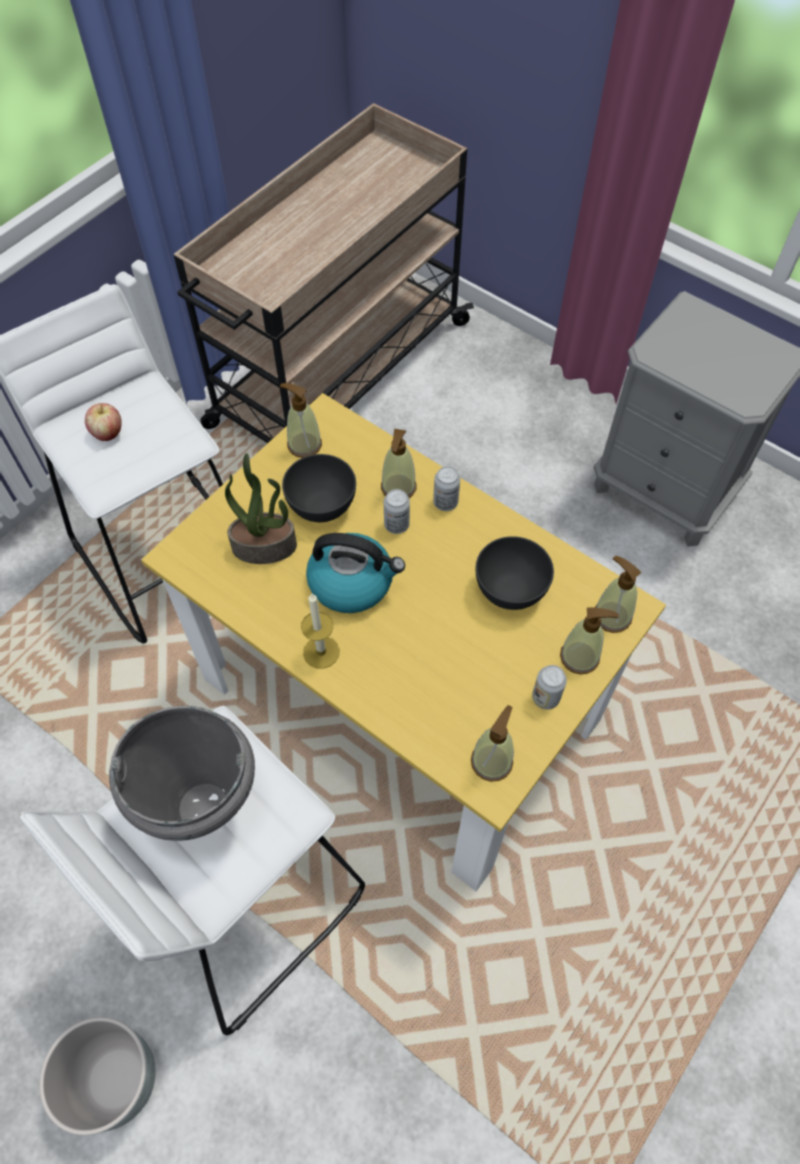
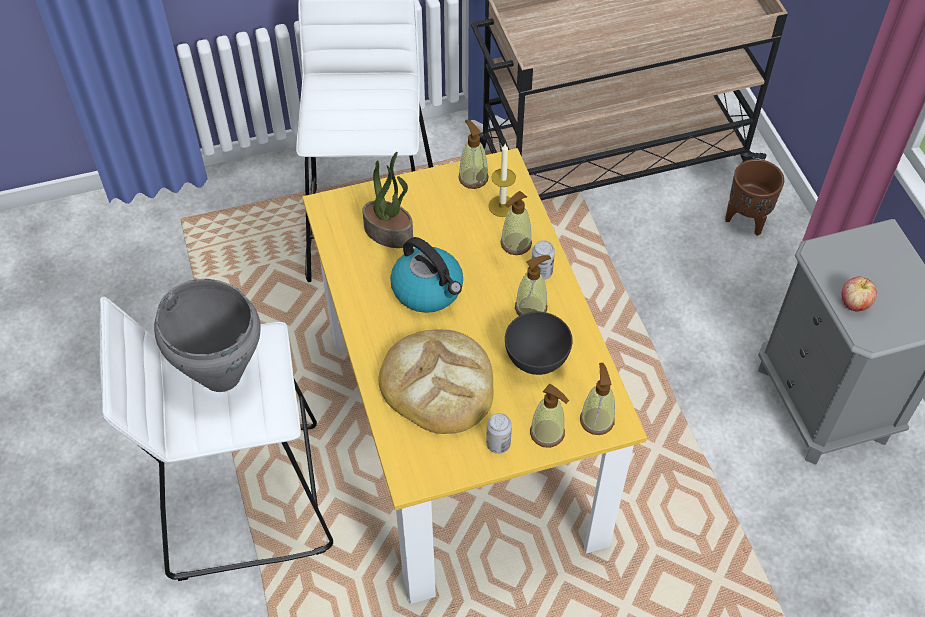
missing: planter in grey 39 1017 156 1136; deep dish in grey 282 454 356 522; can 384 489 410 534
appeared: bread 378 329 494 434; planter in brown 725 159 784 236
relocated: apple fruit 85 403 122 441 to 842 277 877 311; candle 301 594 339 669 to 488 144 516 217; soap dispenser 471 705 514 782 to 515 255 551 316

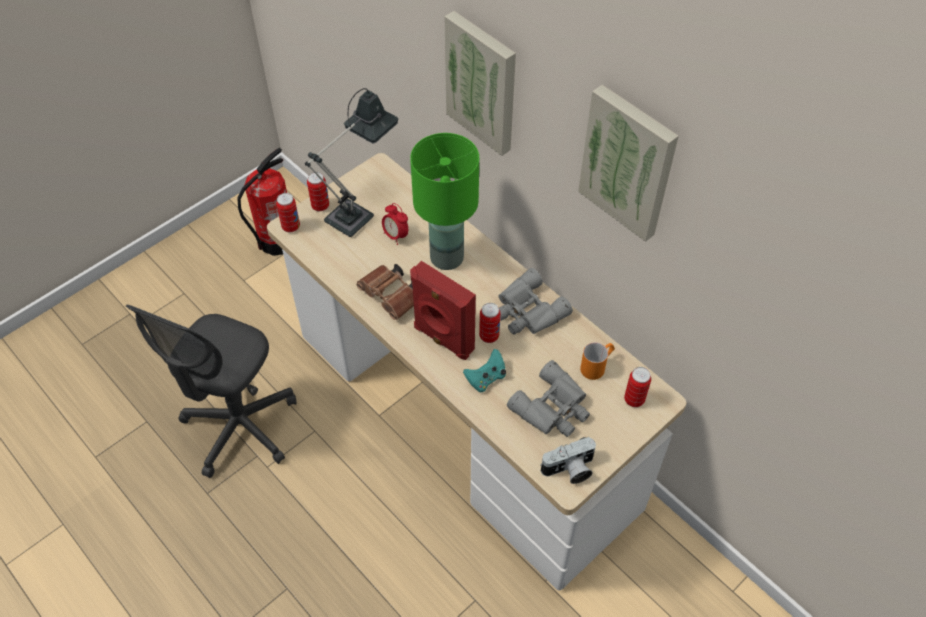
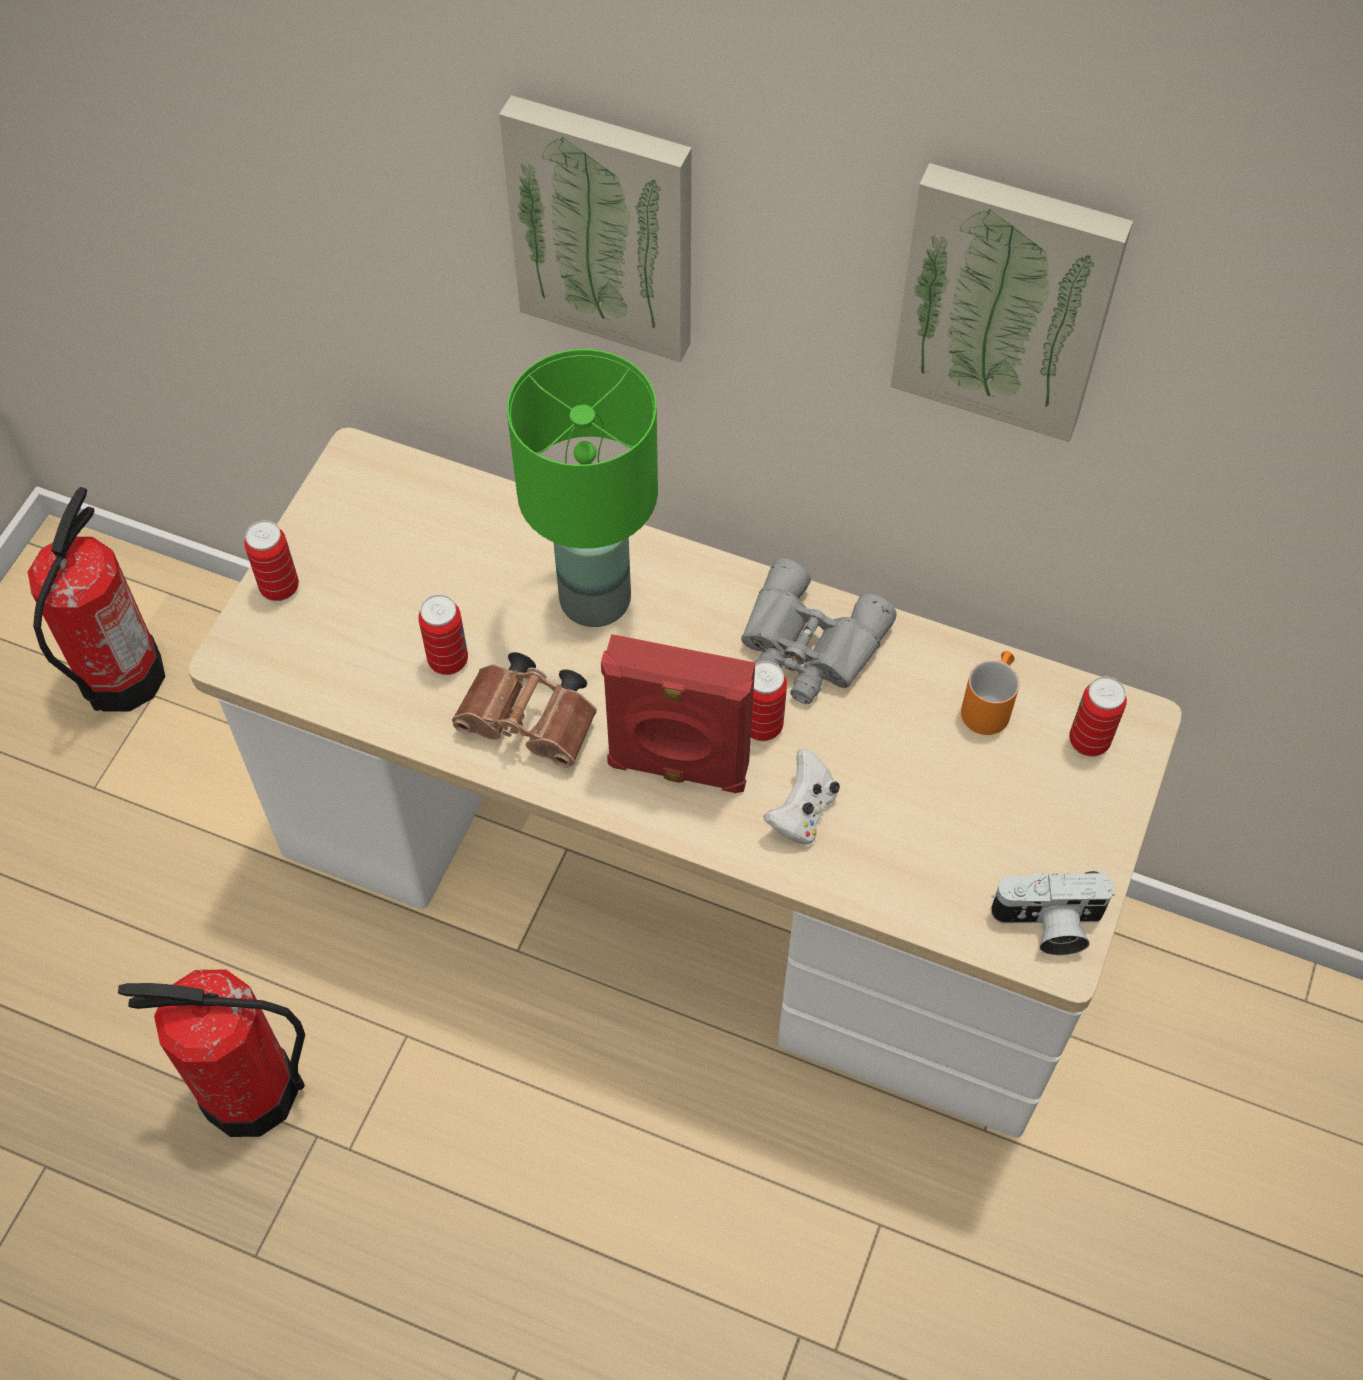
missing: tabletop lamp 305 88 398 237; table clock 382 203 408 245; field glasses in grey 507 360 590 437
relocated: can 276 193 300 232 to 418 595 468 675
exchanged: desk chair in grey 126 305 297 478 to fire extinguisher 118 970 305 1137
colour: gamepad in turquoise-coloured 463 349 506 392 to gamepad in whitish 764 749 840 846
spun: photo camera 541 437 596 484 = 990 871 1115 955 45 degrees clockwise

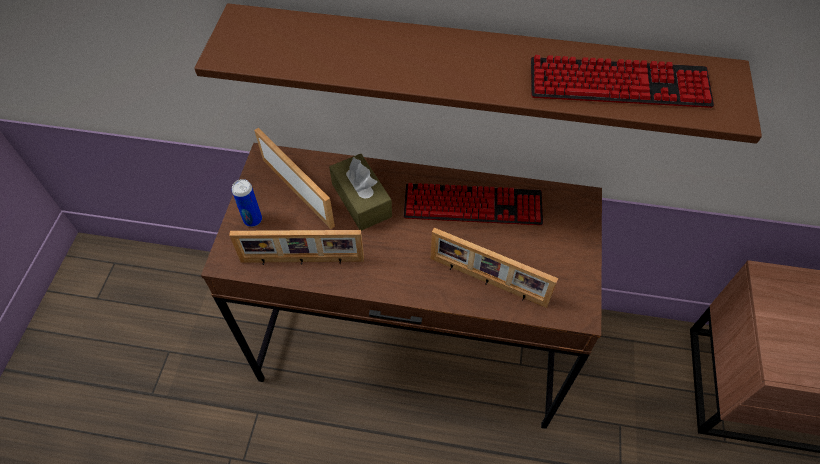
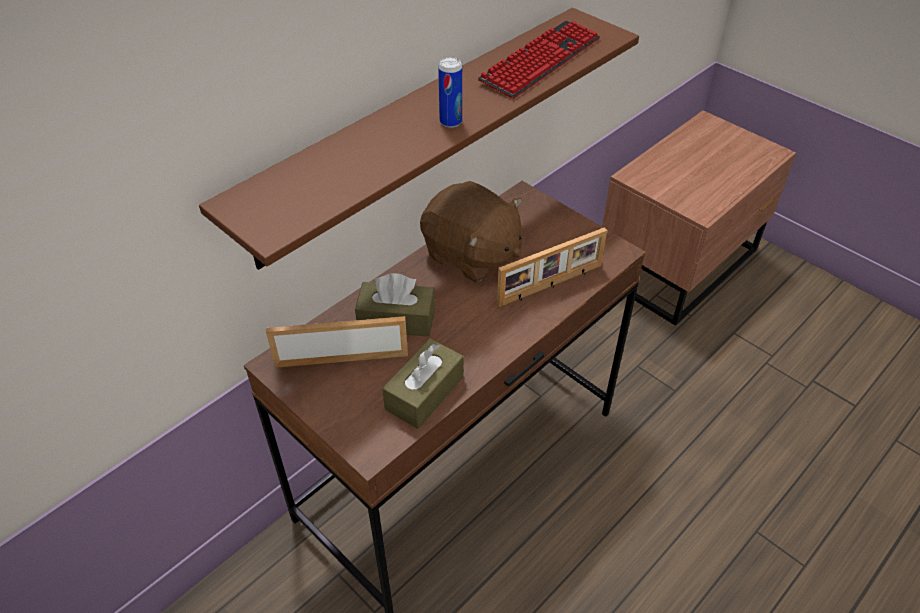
relocated: can 232 179 262 227 to 438 57 462 128
exchanged: picture frame 229 230 364 265 to tissue box in brown 382 338 463 429; keyboard 404 183 543 225 to soft toy in brown 420 181 522 283

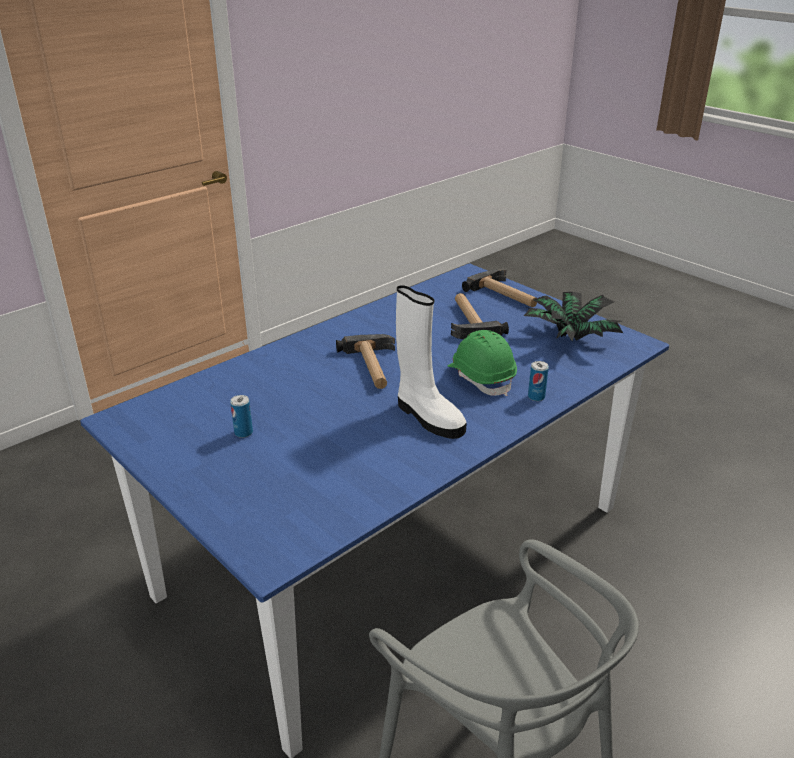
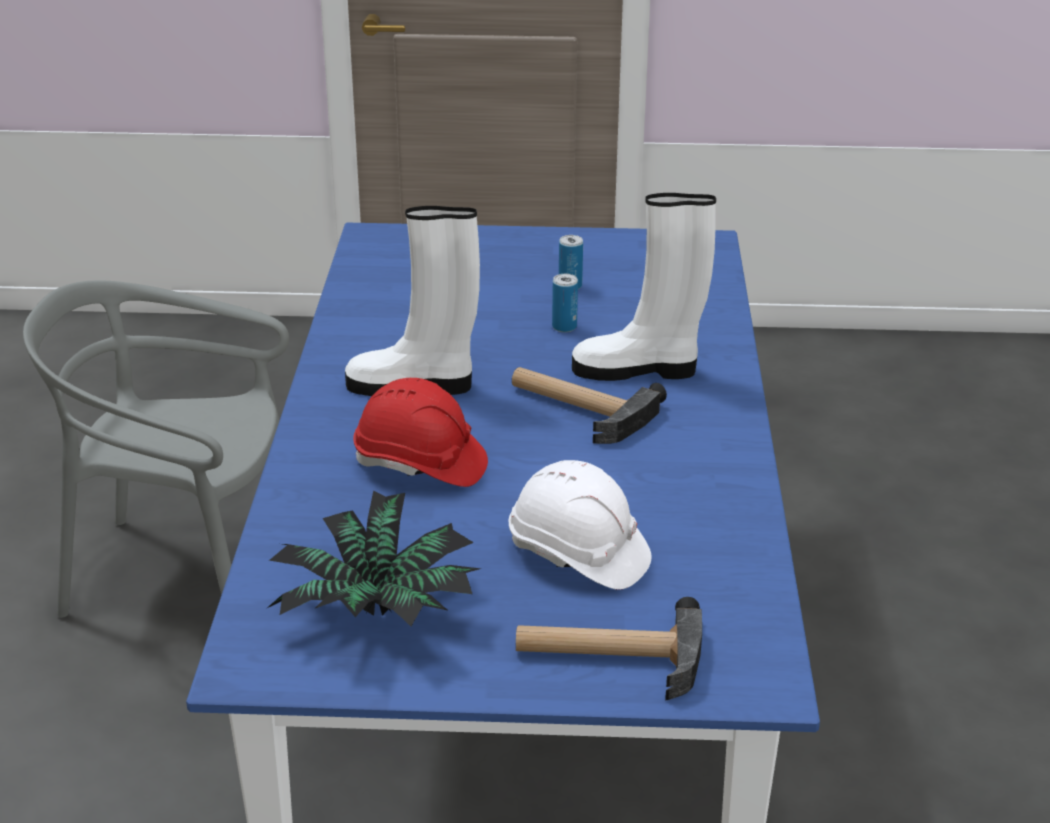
appeared: high-top boot in whitish 572 193 716 381
relocated: can 528 361 549 401 to 552 274 578 332
exchanged: hand hammer 451 293 509 339 to work helmet in whitish 508 460 651 590
colour: work helmet in green 448 330 517 396 to work helmet in red-coloured 353 378 488 487

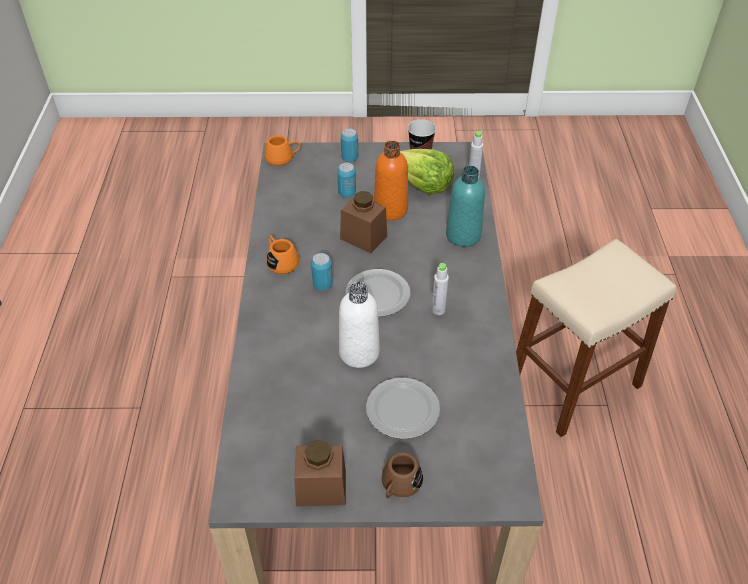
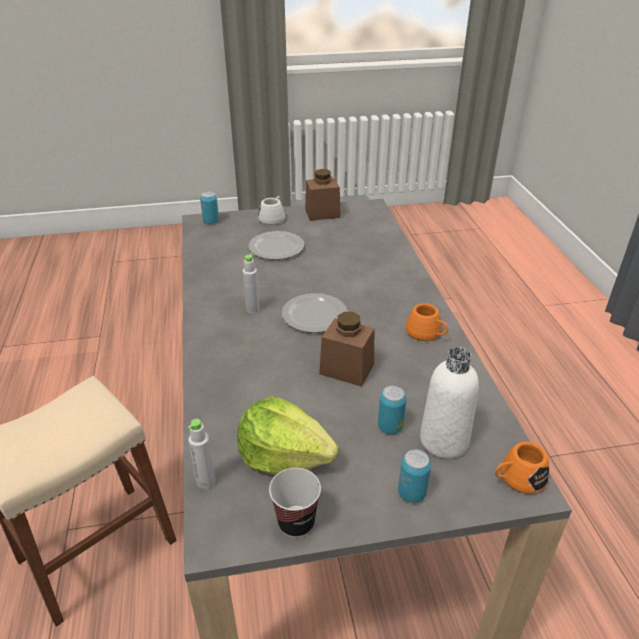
missing: drink bottle in orangey 374 141 408 220; drink bottle in turquoise-coloured 446 166 485 247
relocated: can 311 253 333 290 to 200 191 219 224; drink bottle in whitish 339 282 380 368 to 420 347 479 459
colour: coffee mug in brown 382 452 423 498 to coffee mug in whitish 258 196 285 225

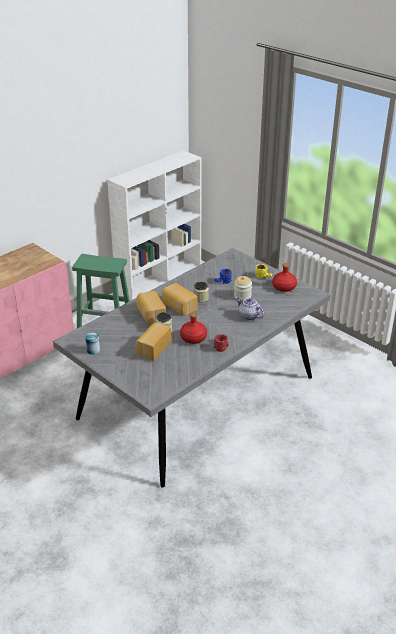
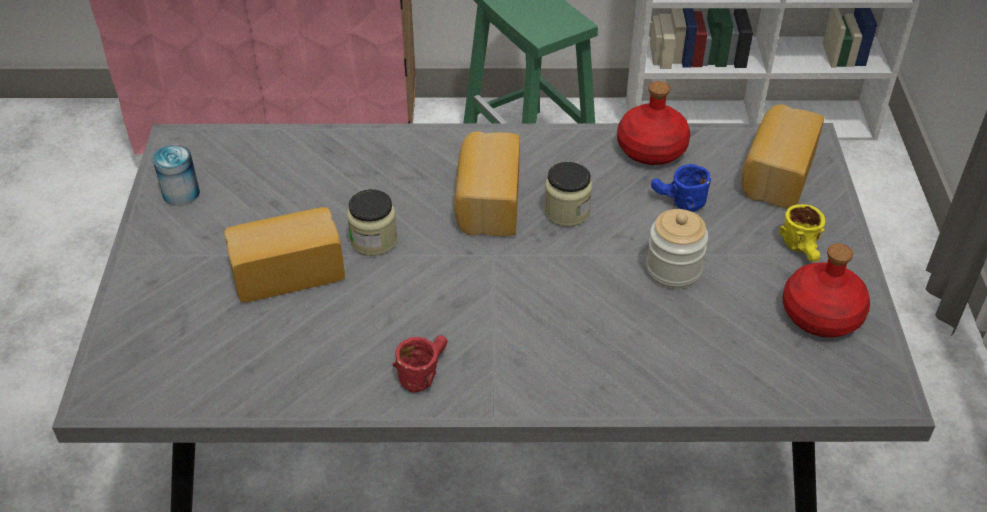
missing: pot for tea 236 297 264 320
relocated: bread 136 291 166 325 to 742 104 825 209; drink bottle in red-coloured 180 312 207 344 to 617 81 690 165

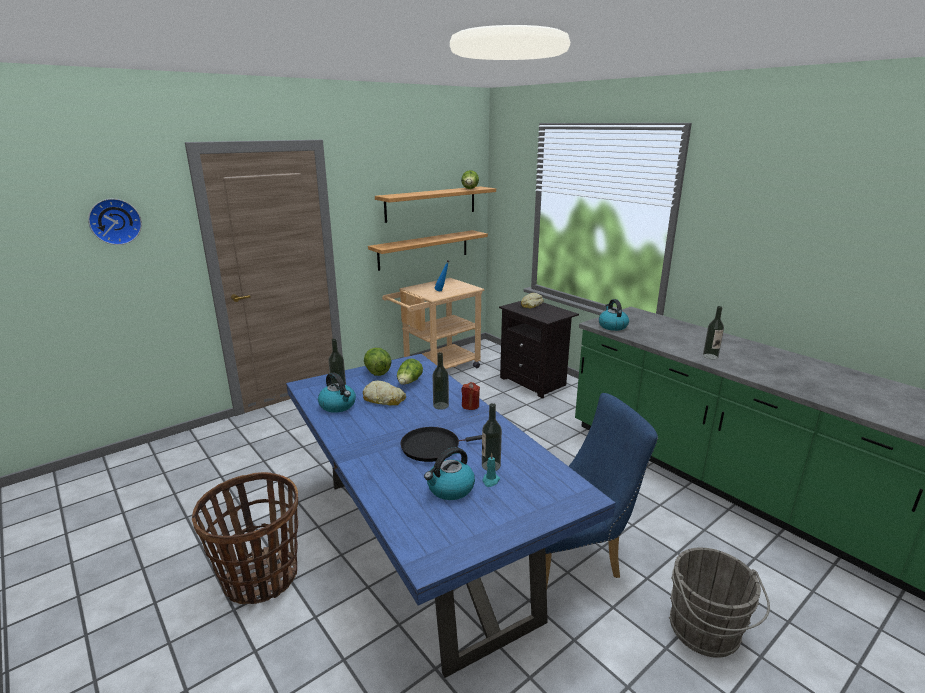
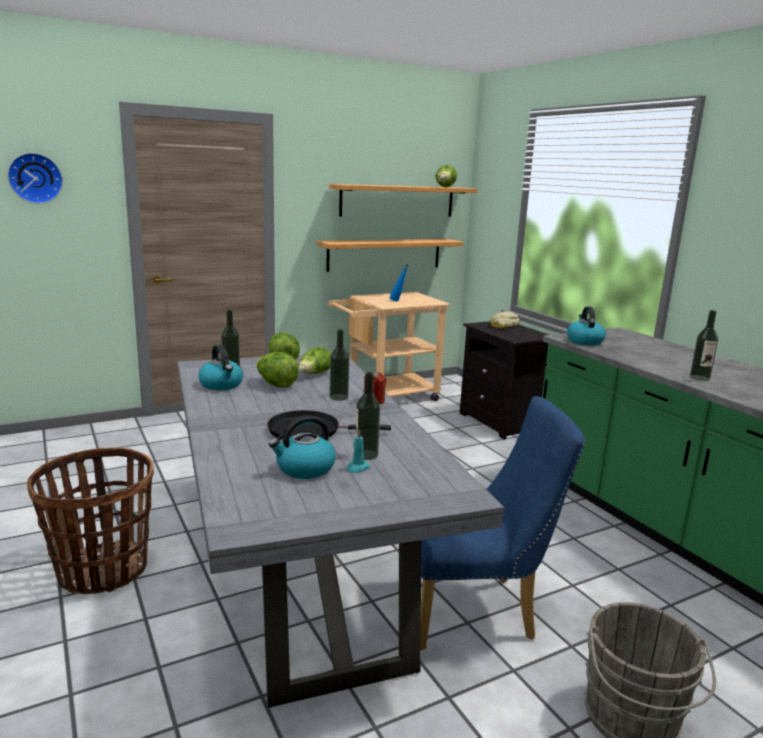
exchanged: bread 363 381 406 405 to lettuce head 256 352 299 388
colour: dining table in bluish 286 354 616 678 to dining table in grey 177 353 505 708

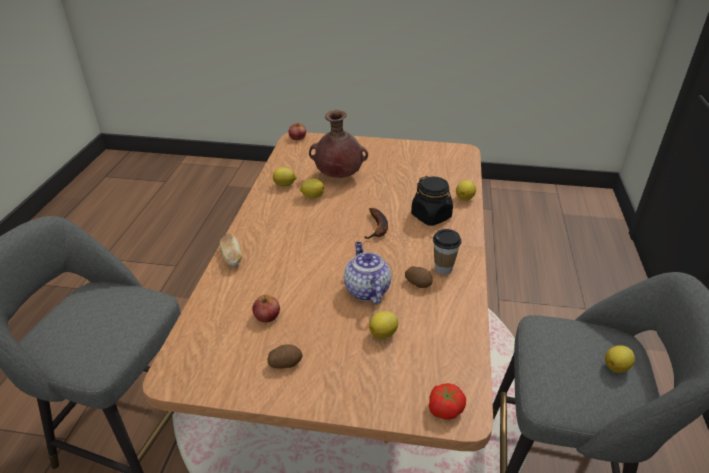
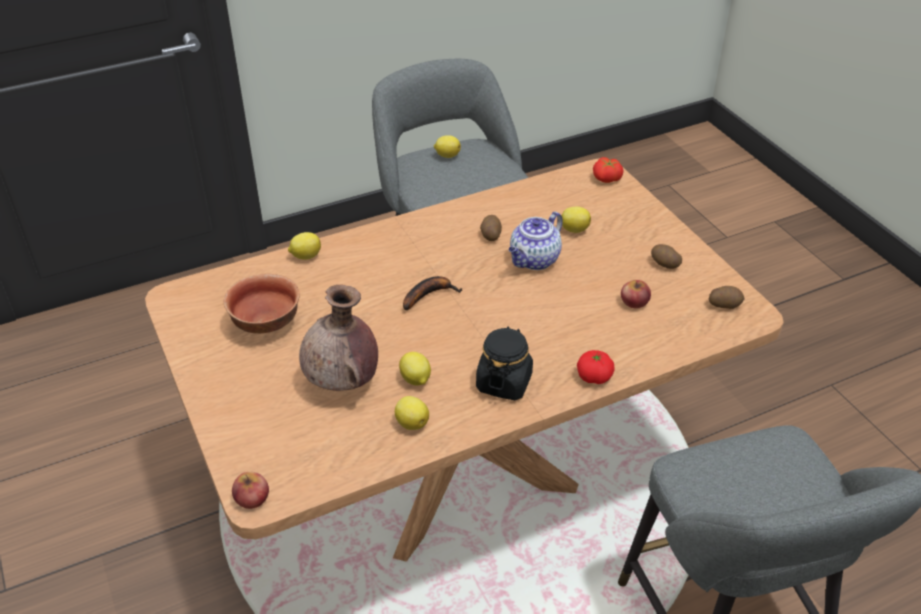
missing: drinking cup 433 229 461 275
appeared: deep dish 224 274 300 334; whole potato 709 286 745 309
relocated: jar in black-coloured 411 176 453 226 to 476 326 533 400
exchanged: bread 220 234 242 266 to fresh tomato 577 350 615 384

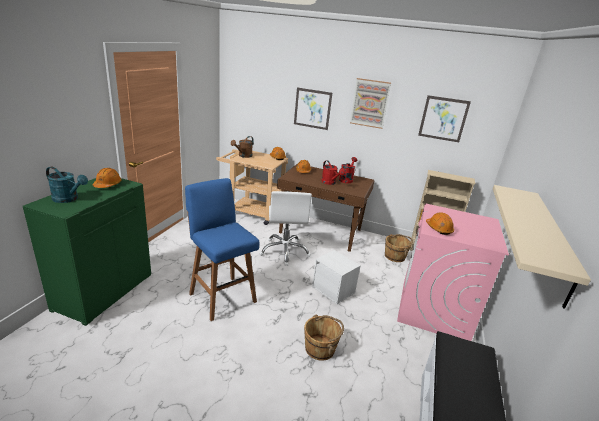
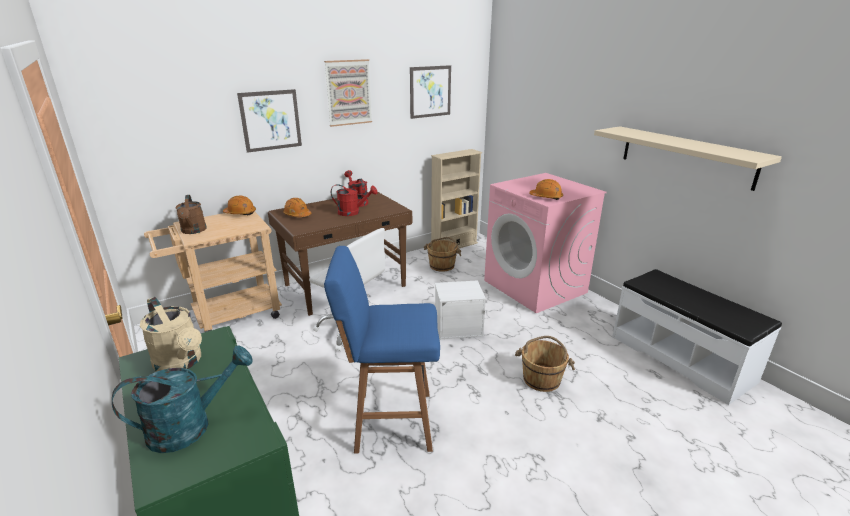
exchanged: work helmet in orangey 93 168 122 188 to watering pot in beige-coloured 140 297 202 372

